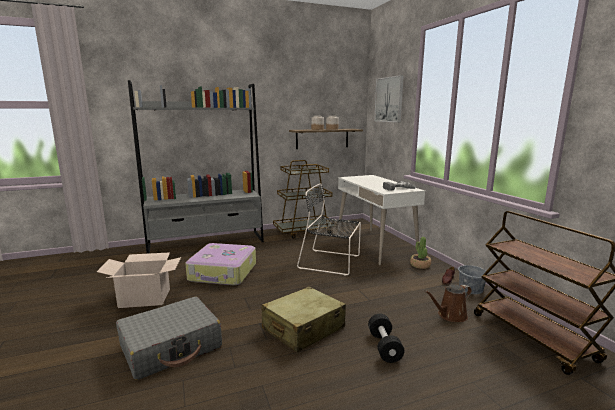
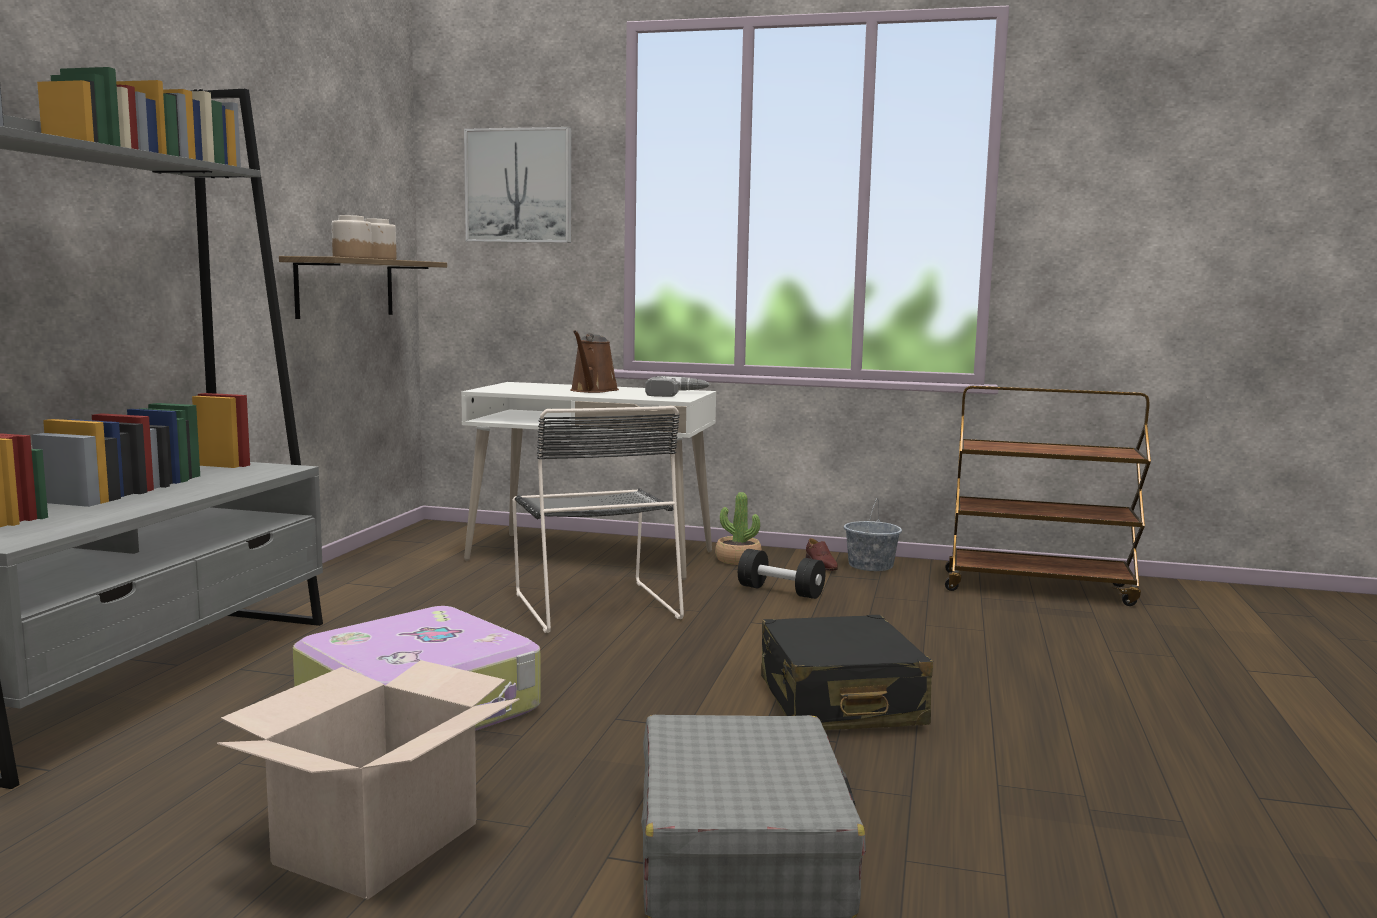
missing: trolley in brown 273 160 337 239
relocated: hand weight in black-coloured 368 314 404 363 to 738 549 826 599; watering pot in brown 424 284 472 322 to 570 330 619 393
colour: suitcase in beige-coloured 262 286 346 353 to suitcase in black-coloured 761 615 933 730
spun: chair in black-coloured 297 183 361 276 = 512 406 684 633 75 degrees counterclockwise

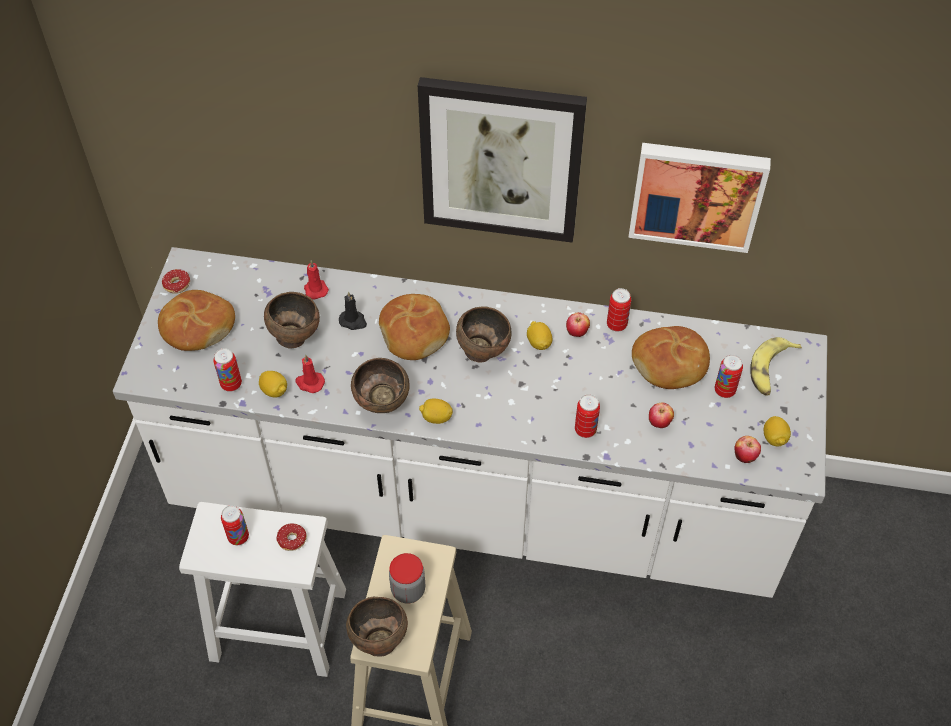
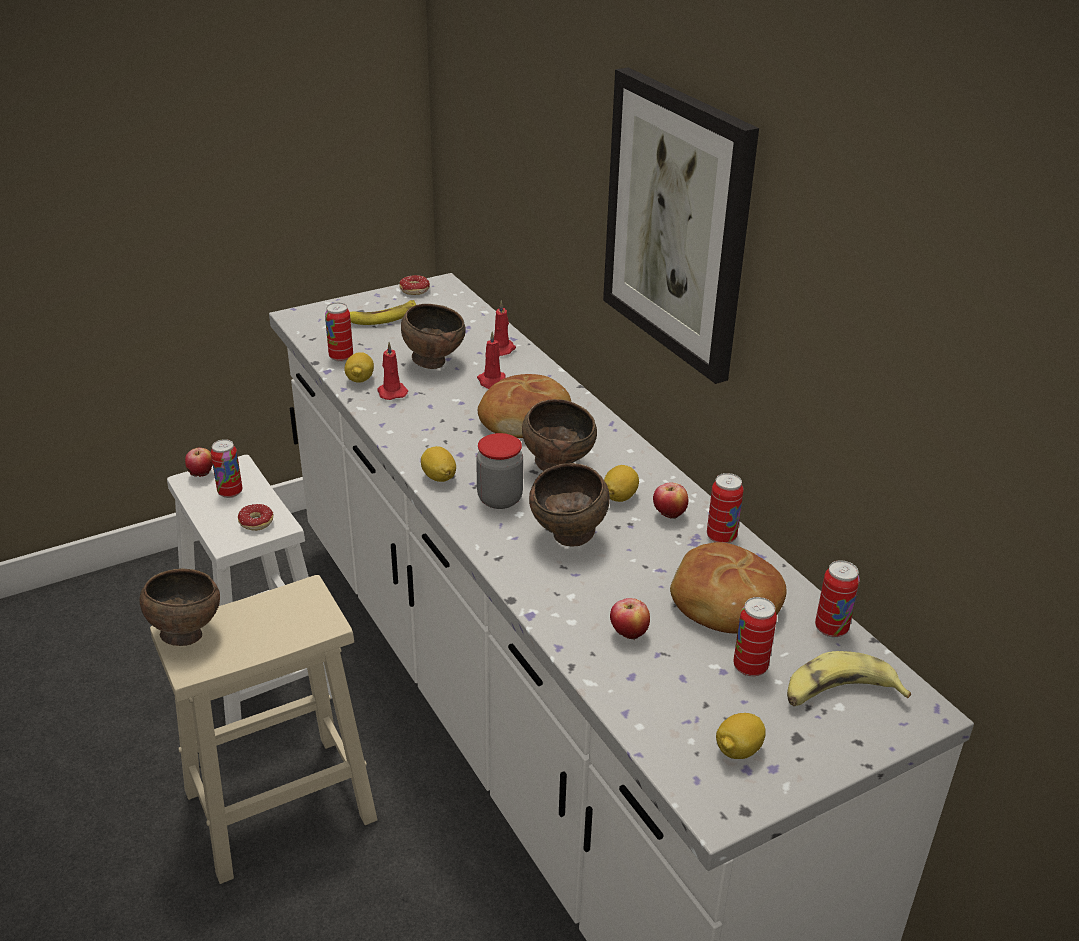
missing: picture 628 143 771 253
relocated: deep dish in brown 351 358 410 413 to 529 463 610 547; jar 389 553 425 604 to 476 433 523 509; can 575 394 600 438 to 815 560 860 637; apple fruit 734 436 761 463 to 185 447 213 477
exchanged: bread 158 290 235 351 to whole banana 350 300 416 325
colour: candle in black-coloured 339 291 367 330 to candle in red-coloured 477 331 506 389

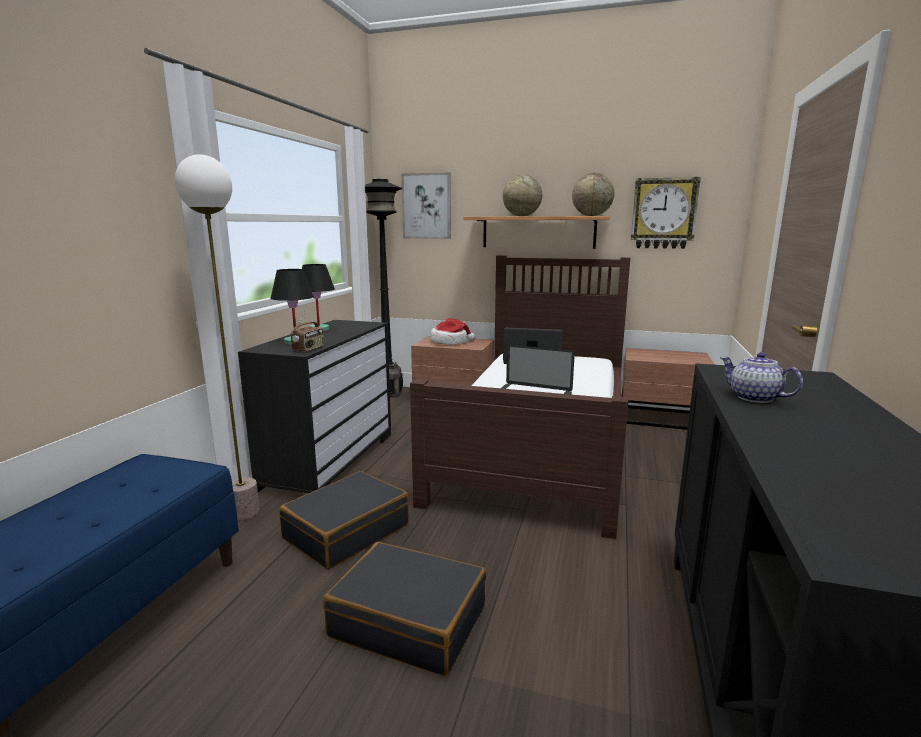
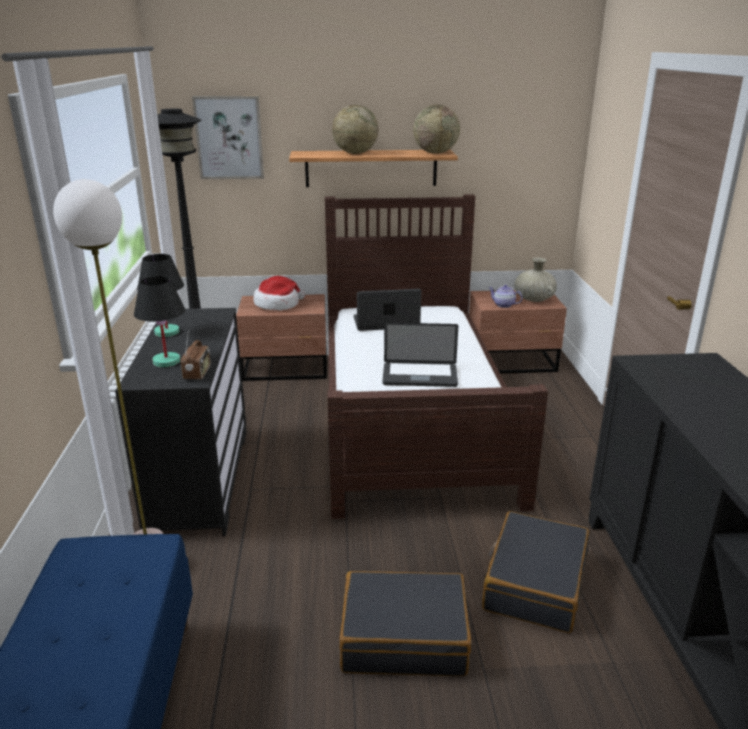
missing: clock on the wall 631 177 701 249
appeared: decorative vase in beige-coloured 514 258 557 302
relocated: suitcase in black-coloured 279 471 409 569 to 482 511 589 633; pot for tea 720 352 803 403 to 488 285 523 308

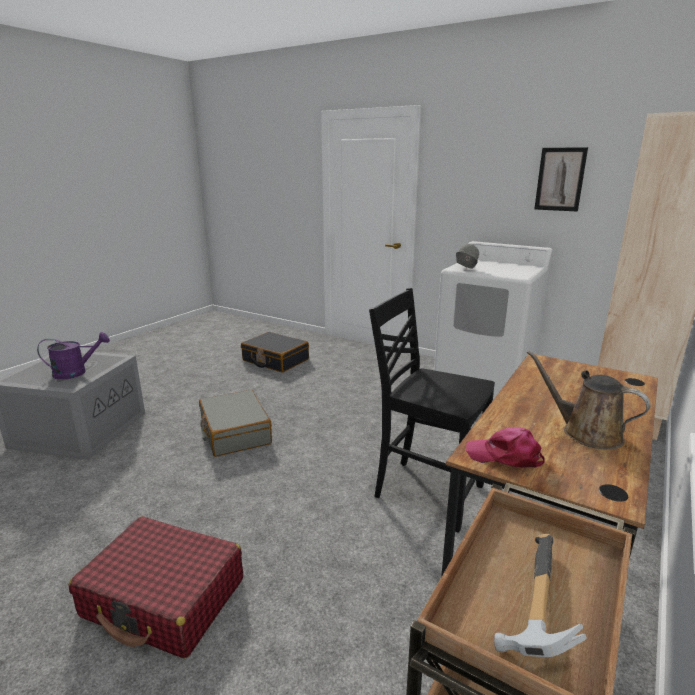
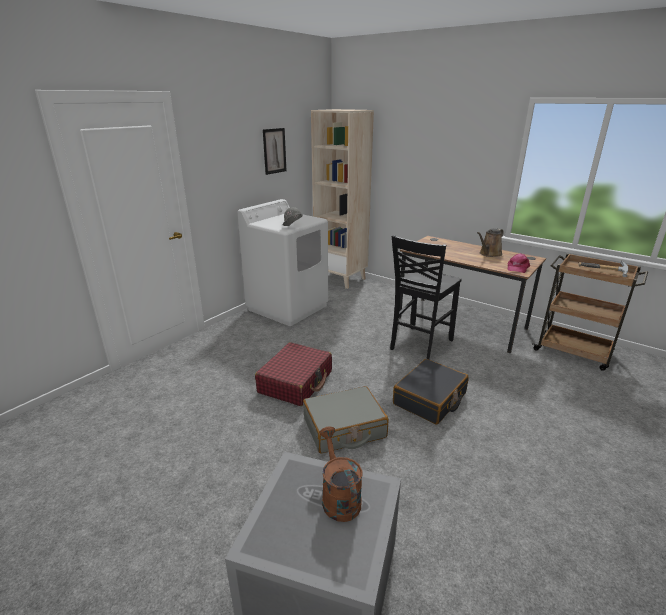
relocated: suitcase in red-coloured 69 516 243 659 to 255 342 332 406; suitcase in black-coloured 241 332 309 373 to 393 359 468 424
colour: watering pot in purple 37 332 110 380 to watering pot in brown 319 426 362 522

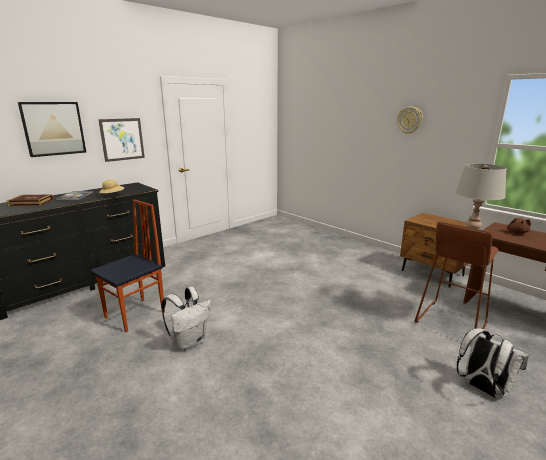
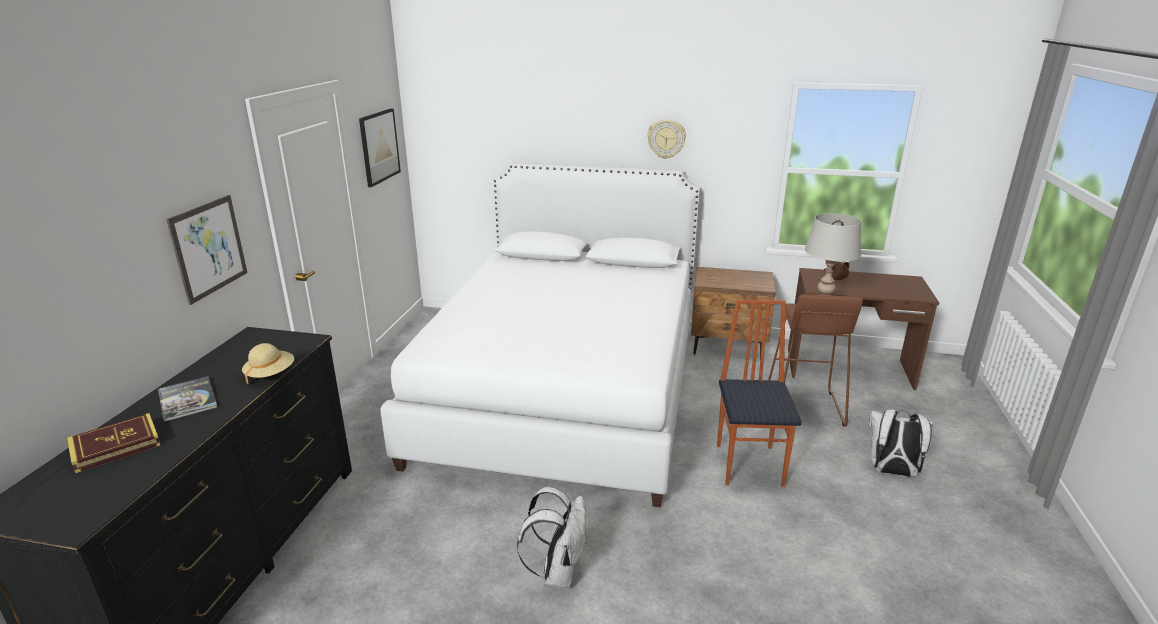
appeared: bedroom bed in whitish 380 162 700 507
relocated: picture 18 102 86 157 to 359 108 401 187; chair 91 200 165 332 to 717 300 802 487

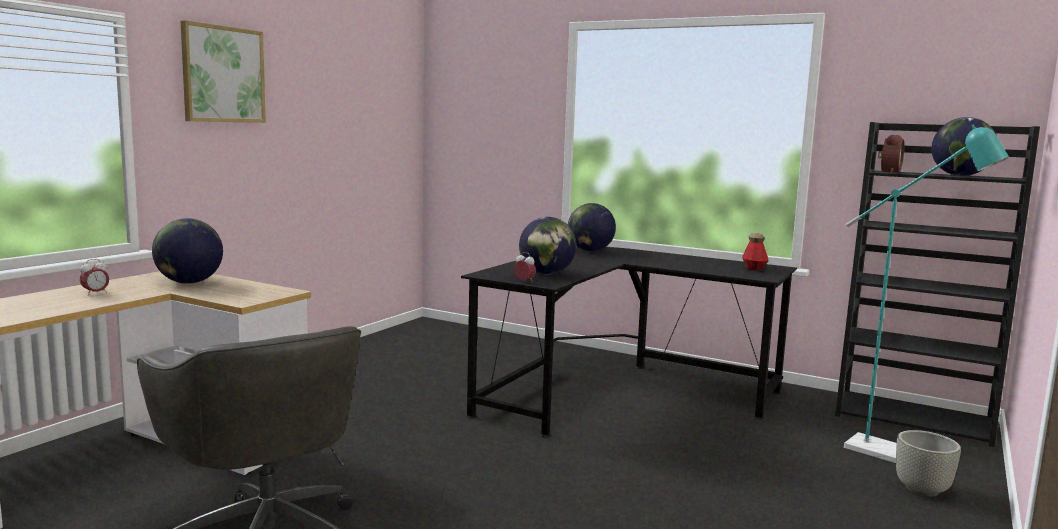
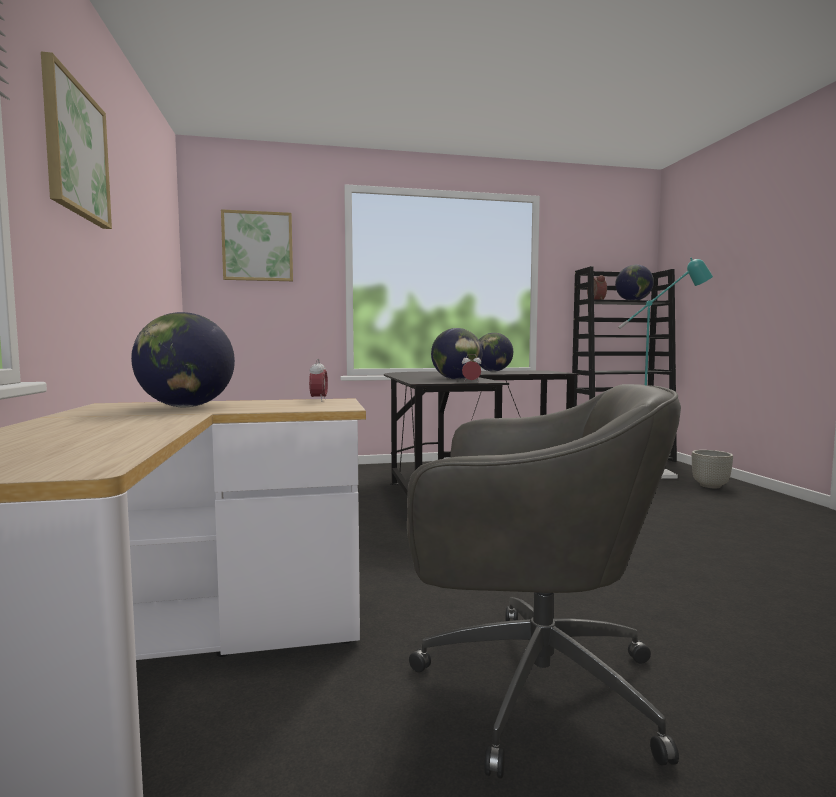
missing: drink bottle 742 233 769 271
appeared: picture 221 209 293 281
relocated: table clock 80 259 109 296 to 309 359 328 401; globe 568 203 616 252 to 479 333 513 372

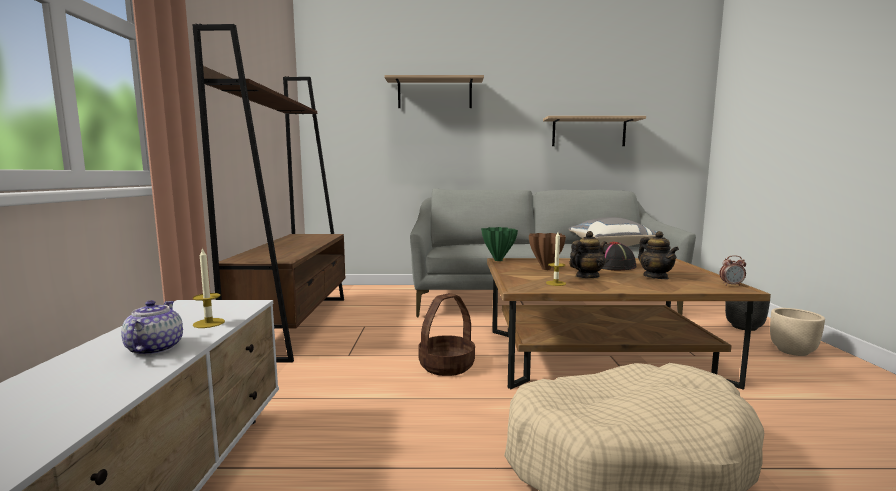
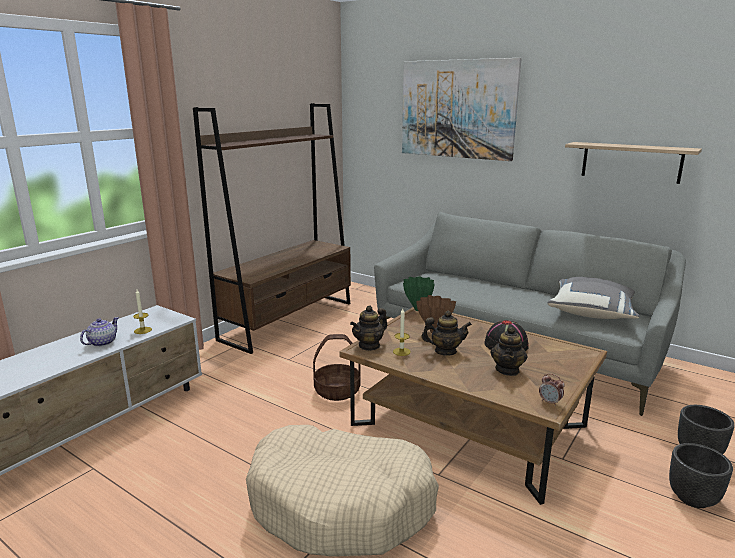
appeared: pot for tea 350 305 387 351
exchanged: wall shelf 384 75 484 108 to picture 402 58 522 161
colour: planter in beige-coloured 770 308 825 356 to planter in black-coloured 669 443 733 508

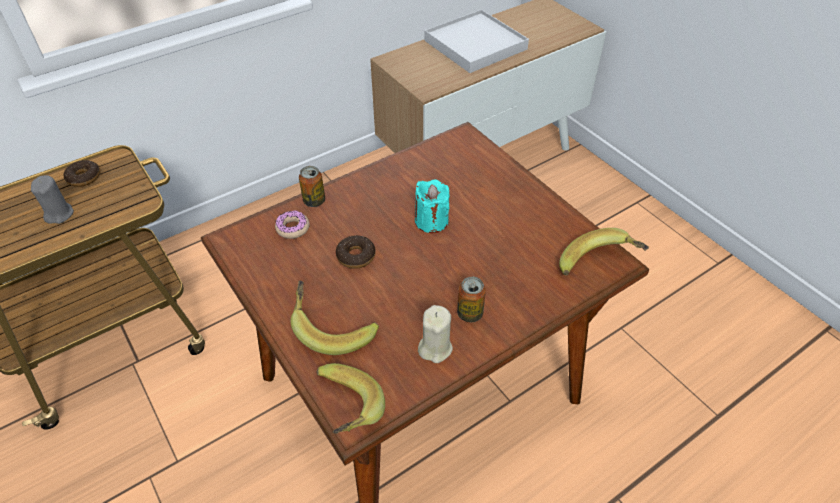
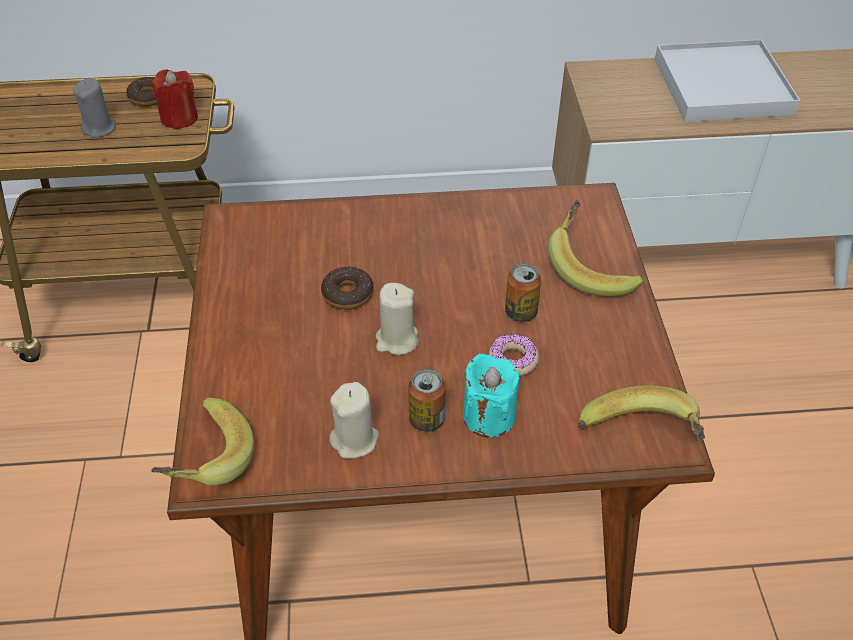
appeared: candle in red-coloured 152 70 198 129; candle in beige-coloured 376 283 419 355
relocated: donut 275 210 310 239 to 489 333 539 376; whole banana 291 280 379 355 to 548 200 643 297; can 299 166 325 207 to 505 263 541 322; candle in turquoise-coloured 415 179 450 233 to 463 354 520 438

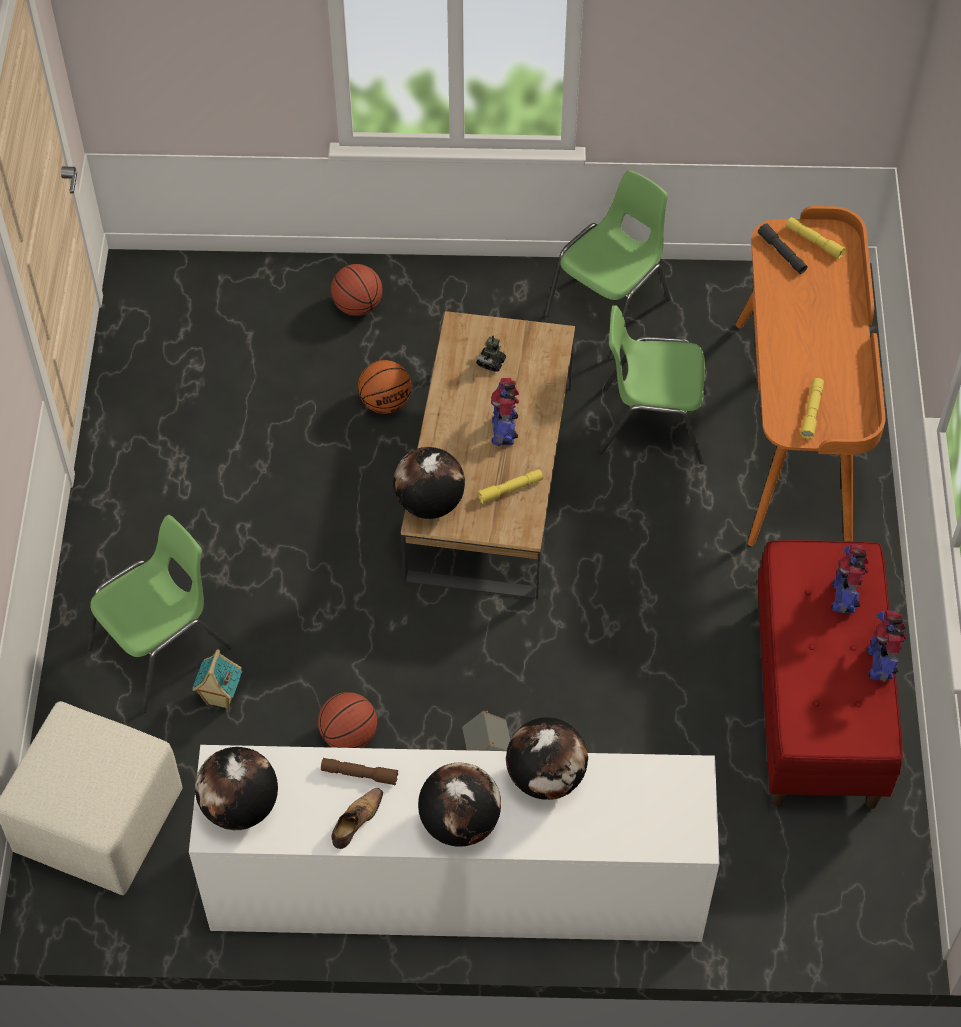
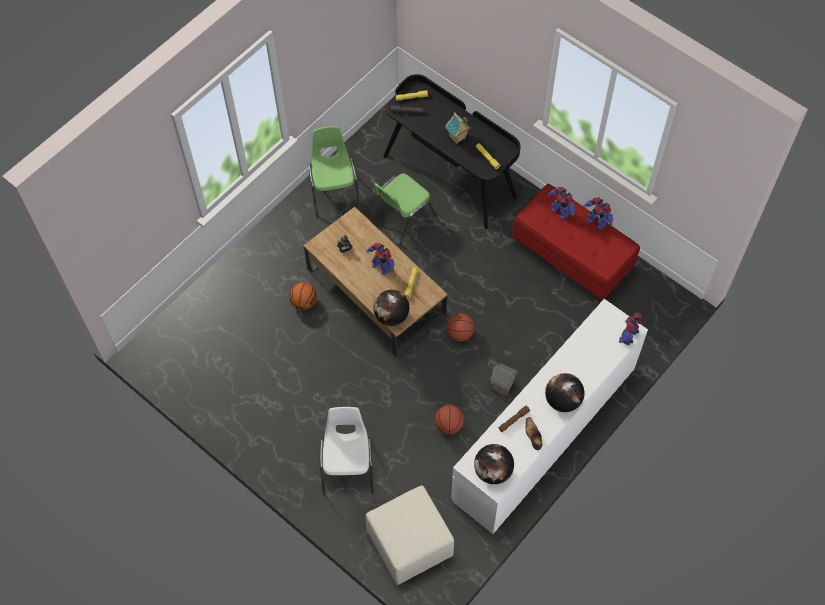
missing: globe 506 717 588 800
appeared: model robot 619 312 642 345
relocated: miniature house 192 649 242 710 to 445 112 471 144; ball for basketball 331 264 383 316 to 446 313 475 342
colour: chair in green 88 515 231 713 to chair in whitish 320 407 374 495; desk in orangey 735 206 886 546 to desk in black-coloured 383 74 520 229

